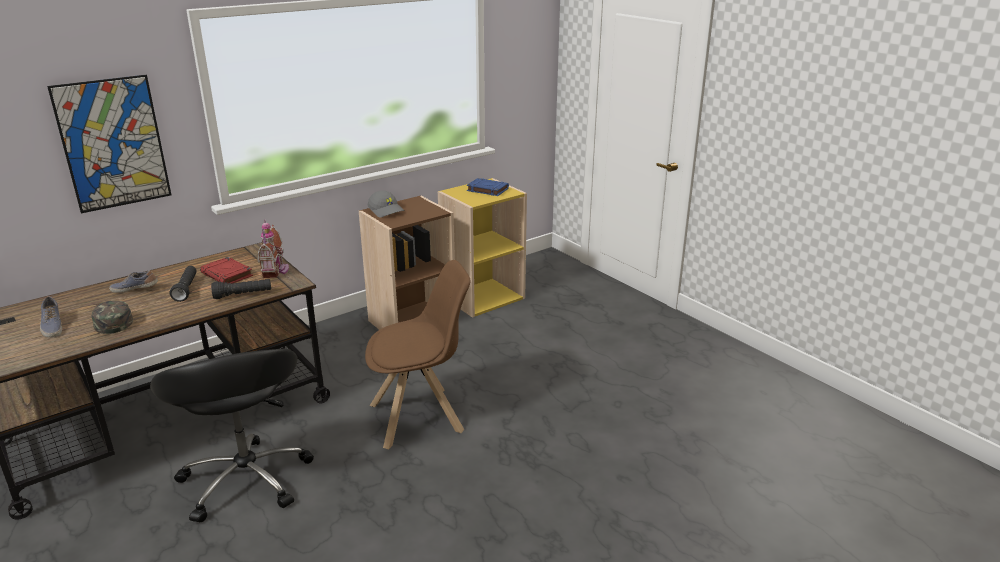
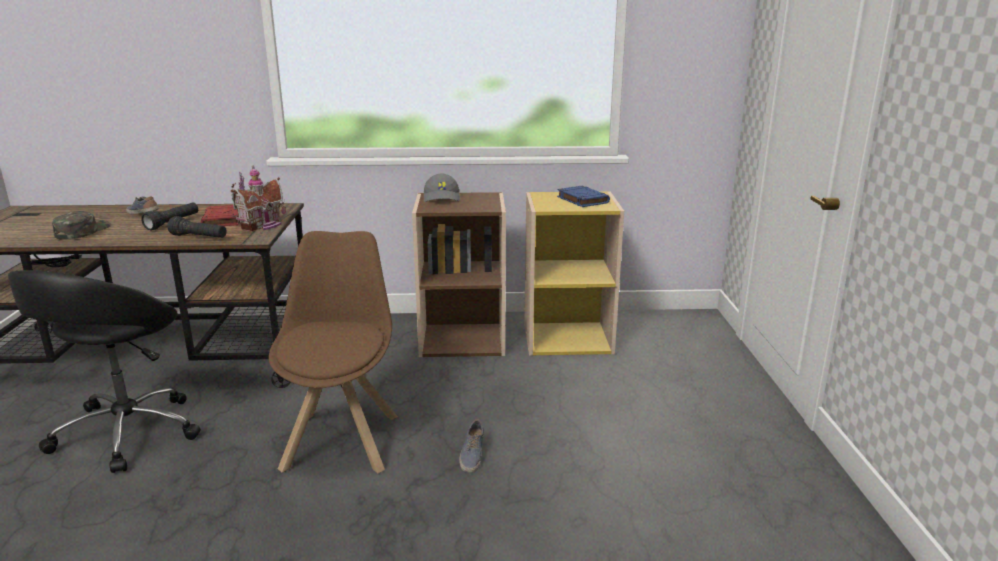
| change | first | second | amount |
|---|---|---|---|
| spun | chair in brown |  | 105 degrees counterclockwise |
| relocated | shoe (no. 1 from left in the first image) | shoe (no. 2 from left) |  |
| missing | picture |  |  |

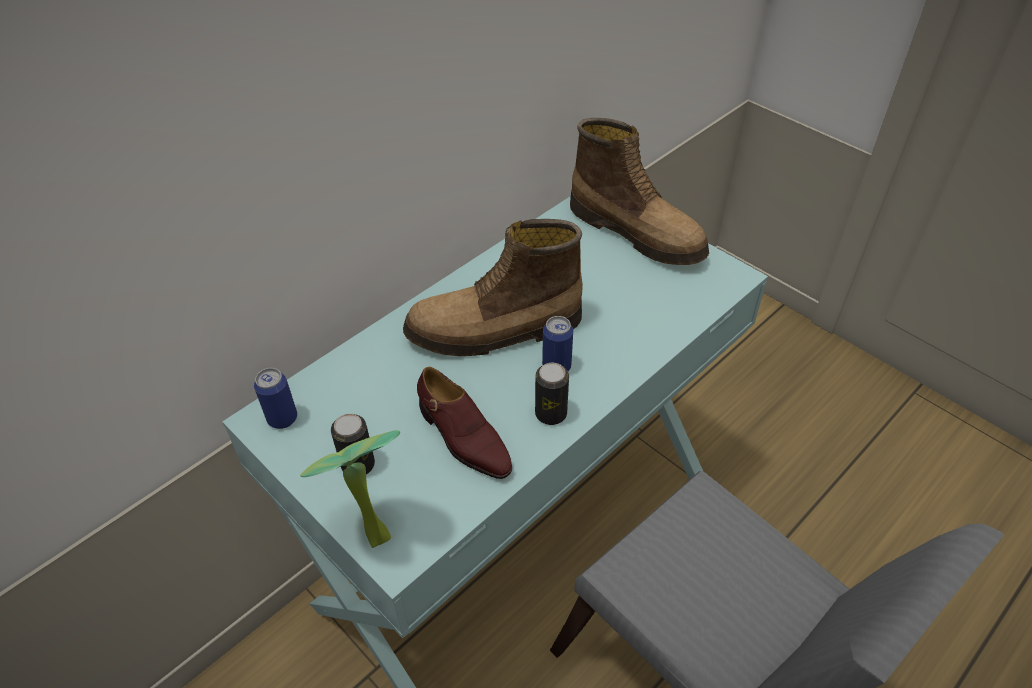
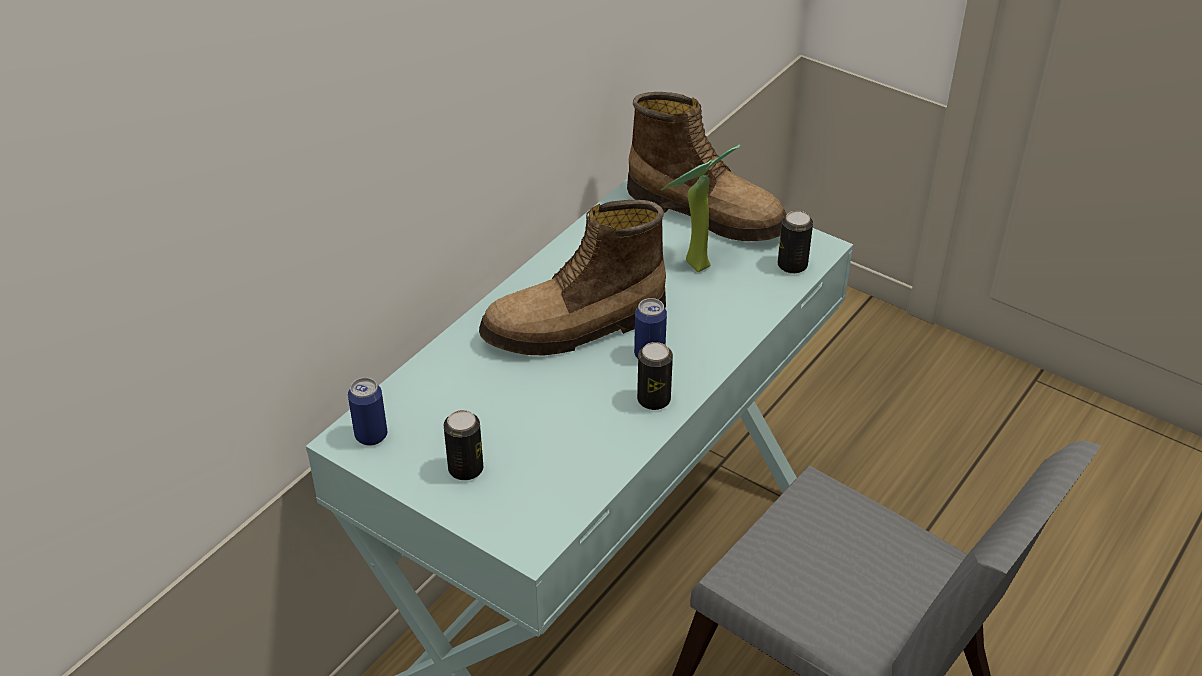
| change | first | second | amount |
|---|---|---|---|
| relocated | potted plant |  |  |
| appeared |  | can (no. 5 from left) |  |
| missing | shoe in brown |  |  |

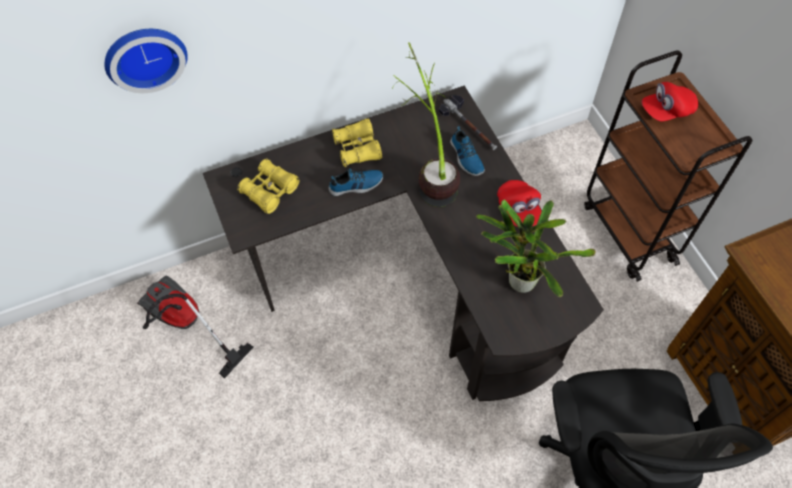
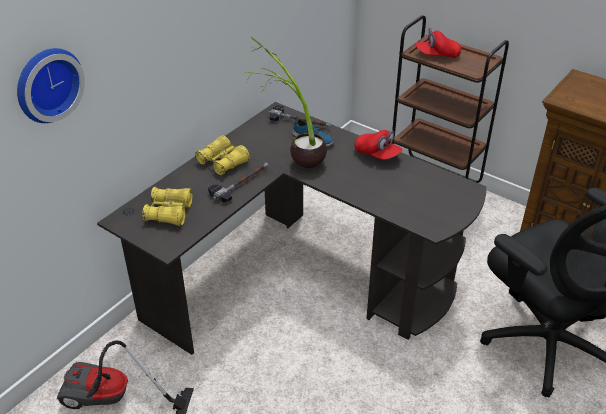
| change | first | second | amount |
|---|---|---|---|
| exchanged | shoe (no. 1 from left) | hammer (no. 1 from left) |  |
| spun | cap in red (no. 2 from left) |  | 45 degrees clockwise |
| missing | potted plant (no. 2 from left) |  |  |

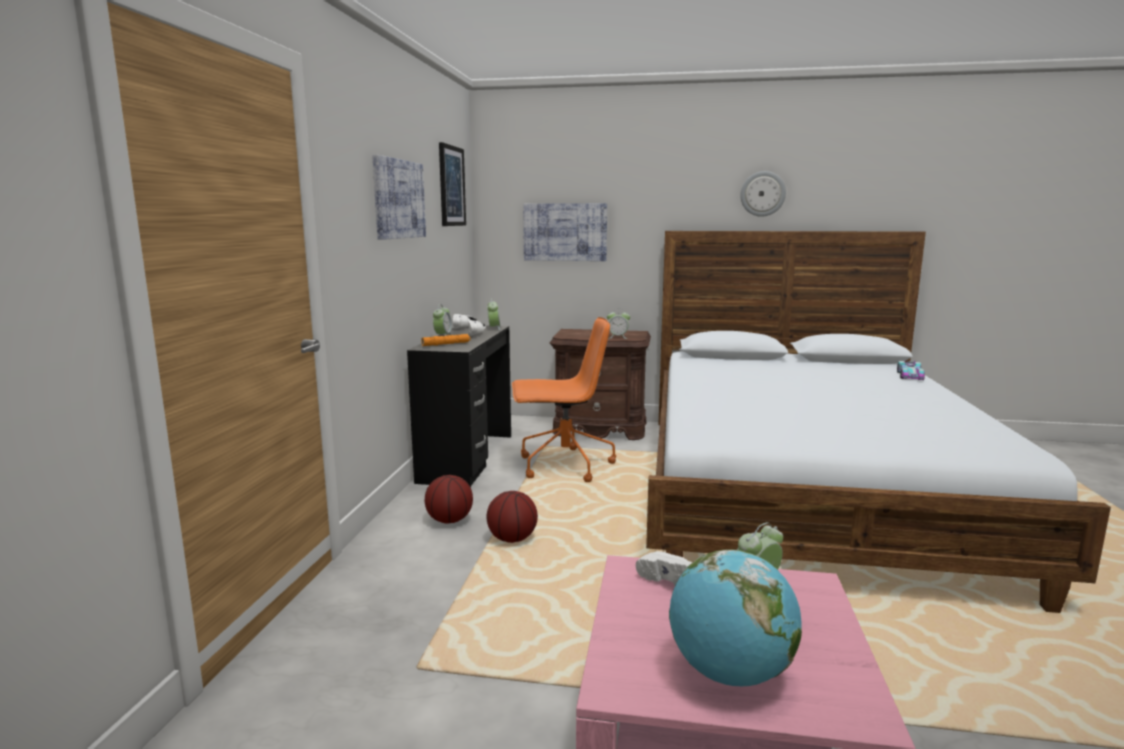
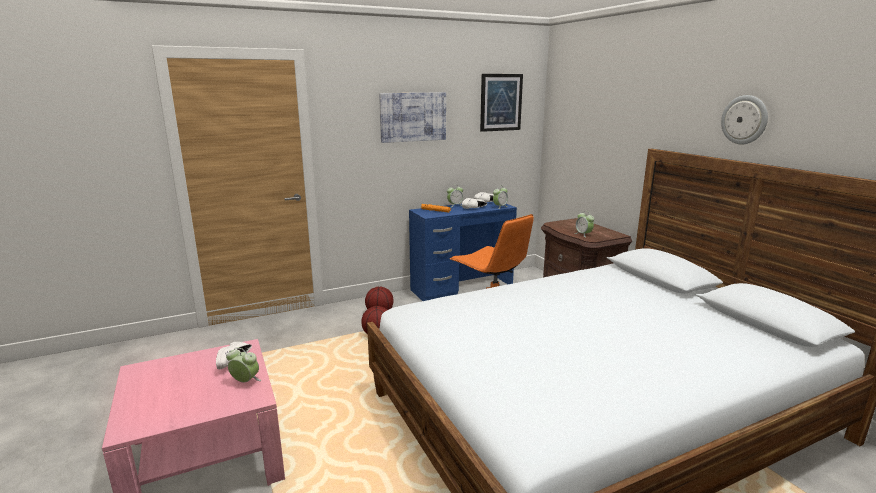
| change | first | second | amount |
|---|---|---|---|
| colour | desk in black | desk in blue |  |
| missing | picture (no. 3 from left) |  |  |
| missing | globe |  |  |
| missing | toy car |  |  |

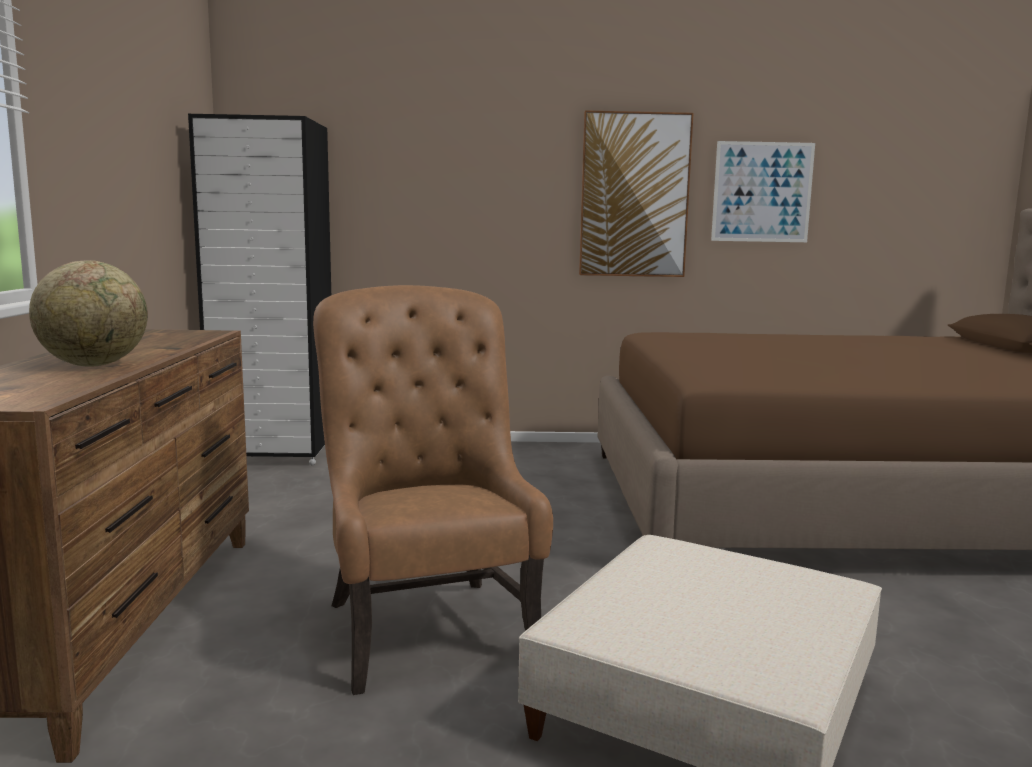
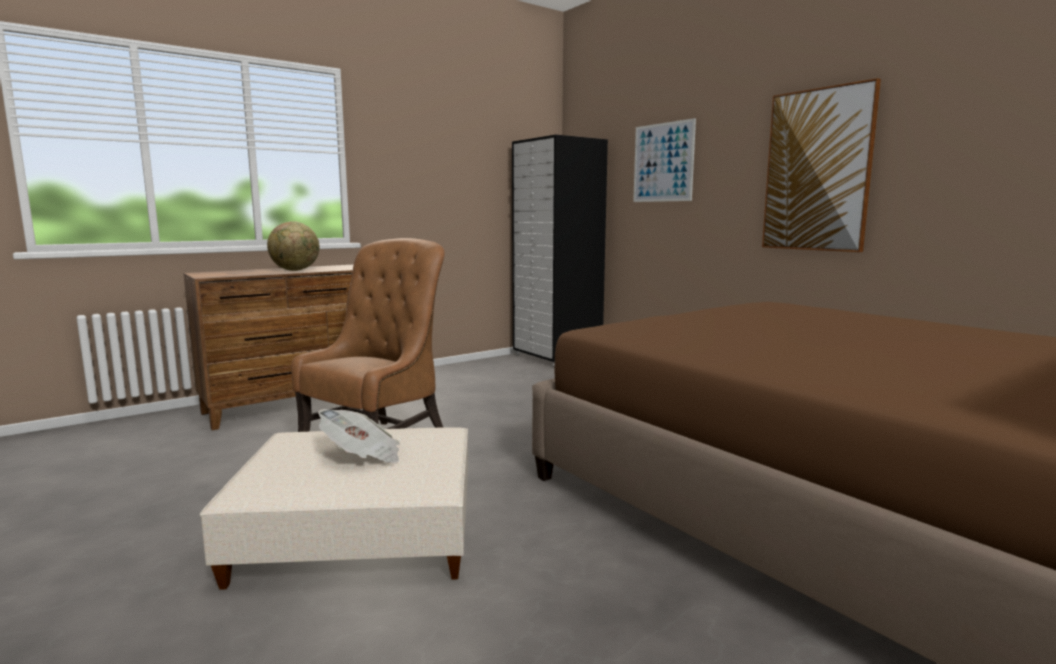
| change | first | second | amount |
|---|---|---|---|
| appeared |  | newspaper |  |
| relocated | picture (no. 2 from left in the first image) | picture (no. 1 from left) |  |

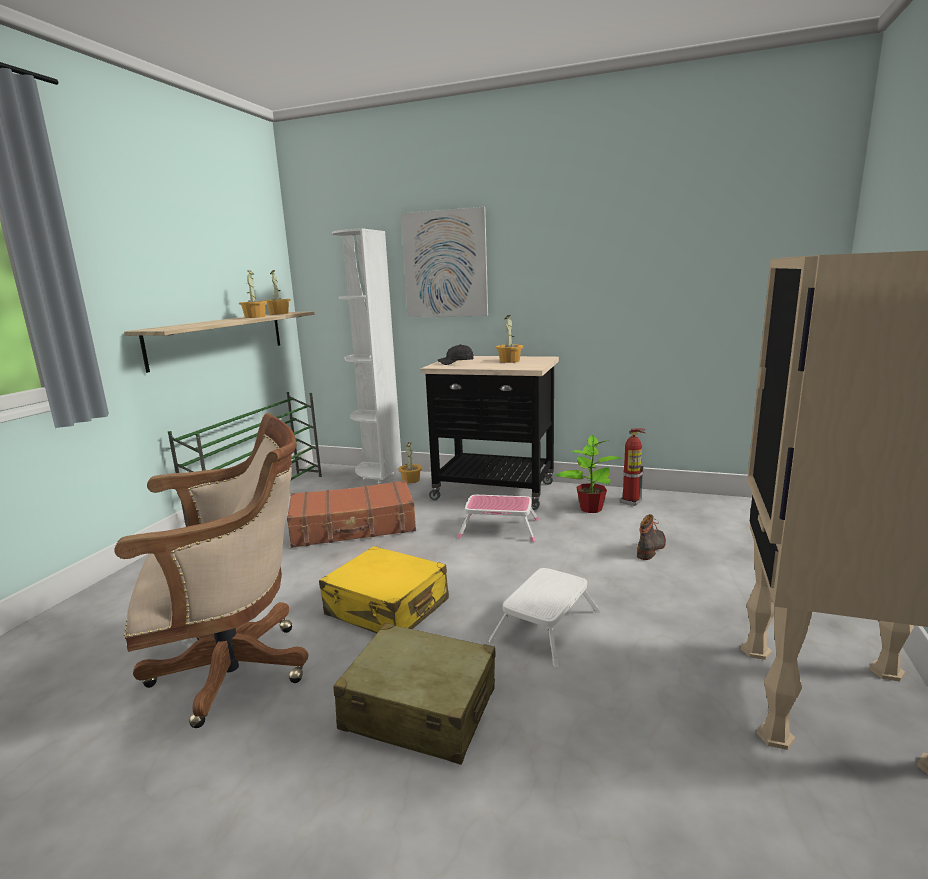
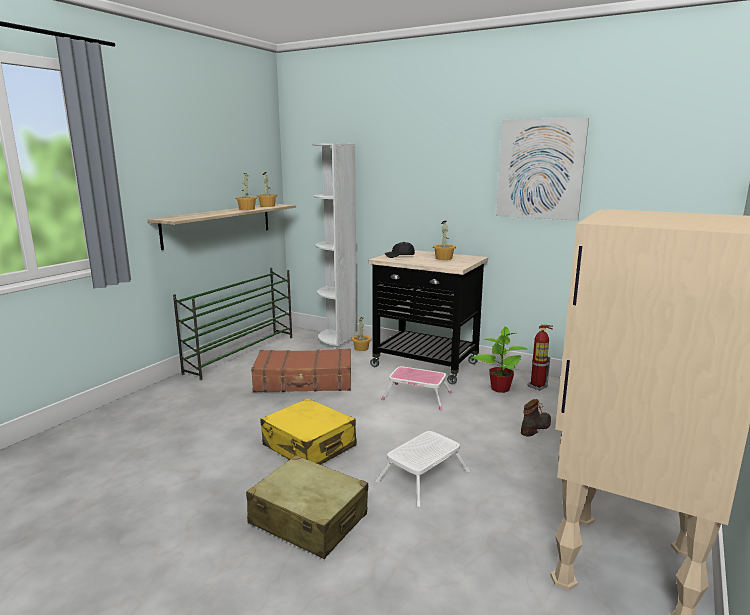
| change | first | second | amount |
|---|---|---|---|
| relocated | picture |  |  |
| missing | office chair |  |  |

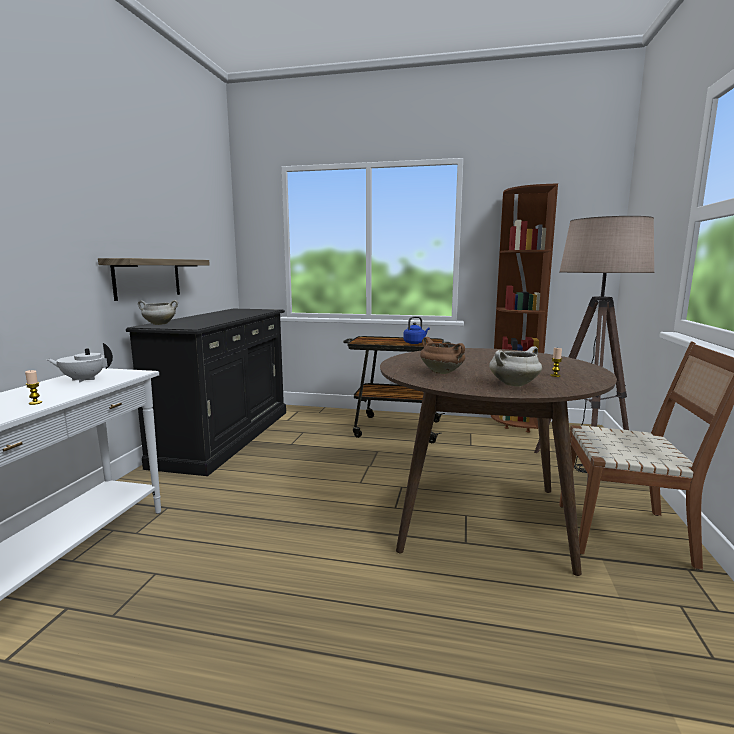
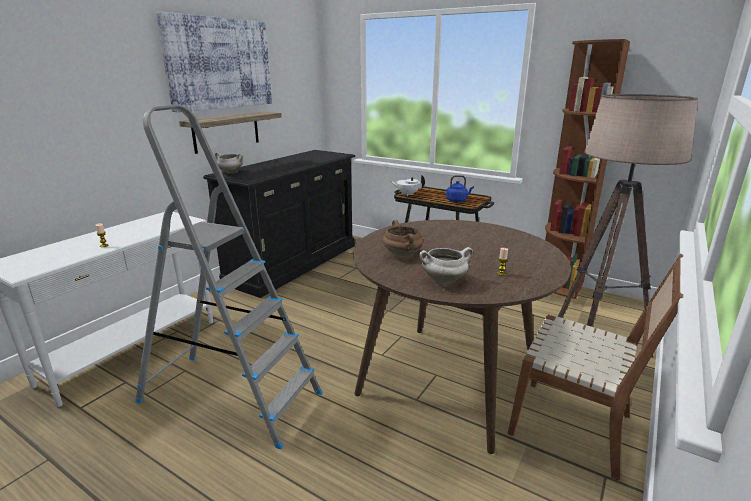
| change | first | second | amount |
|---|---|---|---|
| appeared |  | step ladder in grey |  |
| appeared |  | picture |  |
| relocated | teapot in white |  |  |

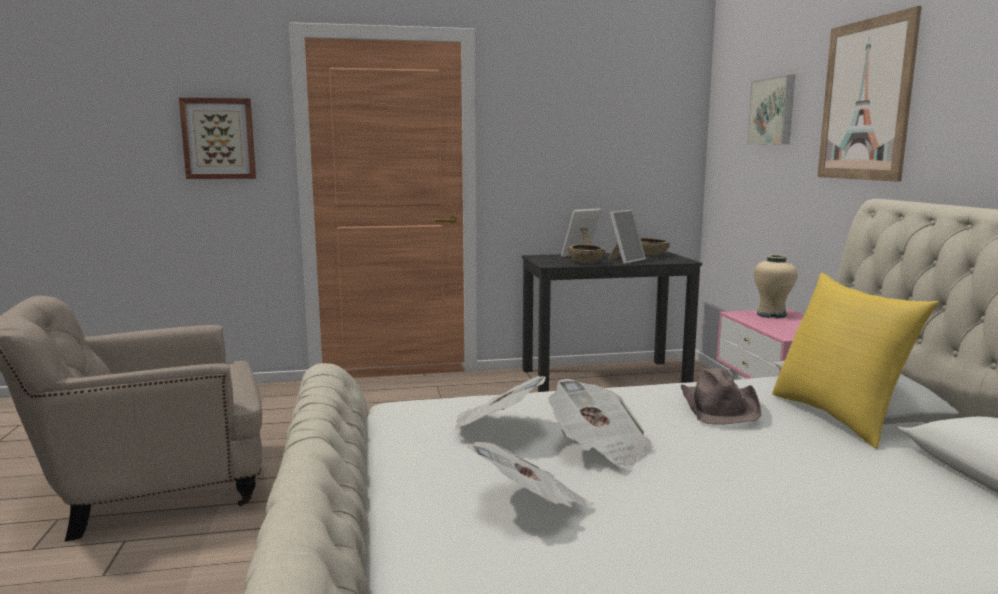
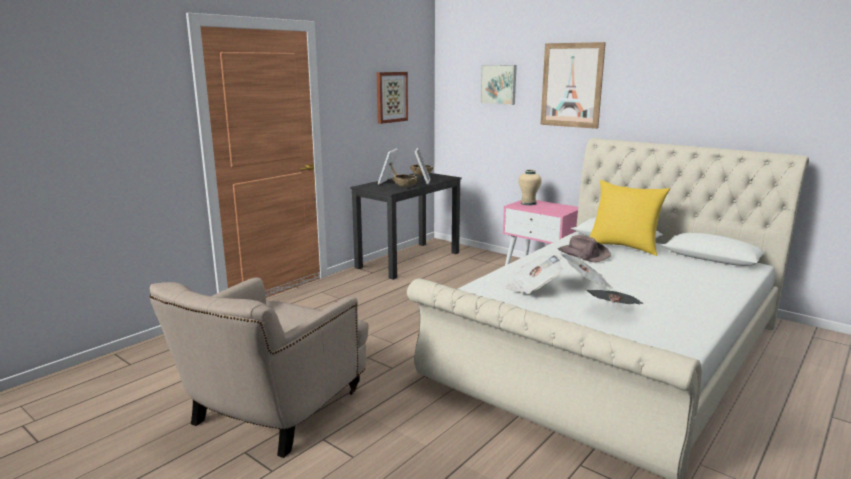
| change | first | second | amount |
|---|---|---|---|
| relocated | picture (no. 1 from left) |  |  |

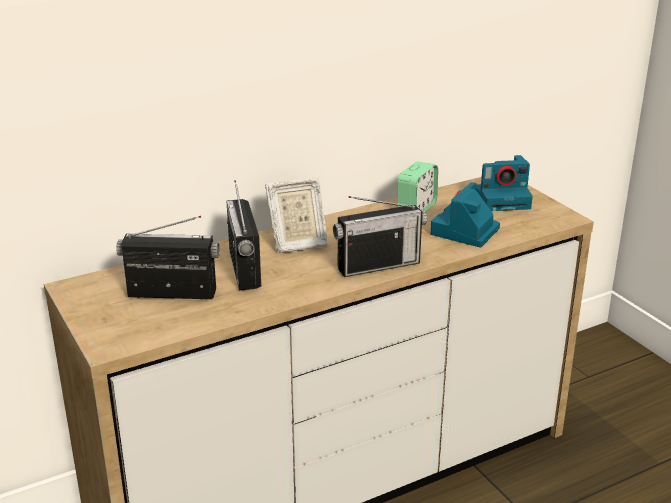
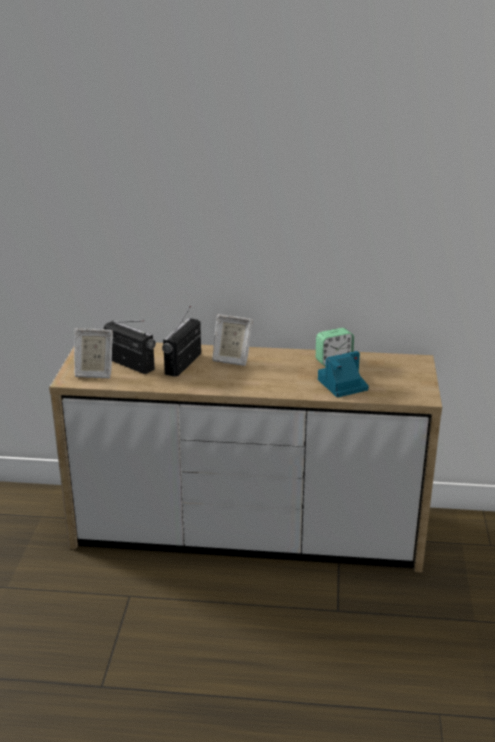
| change | first | second | amount |
|---|---|---|---|
| appeared |  | picture frame (no. 1 from left) |  |
| missing | radio (no. 3 from left) |  |  |
| missing | photo camera (no. 2 from left) |  |  |

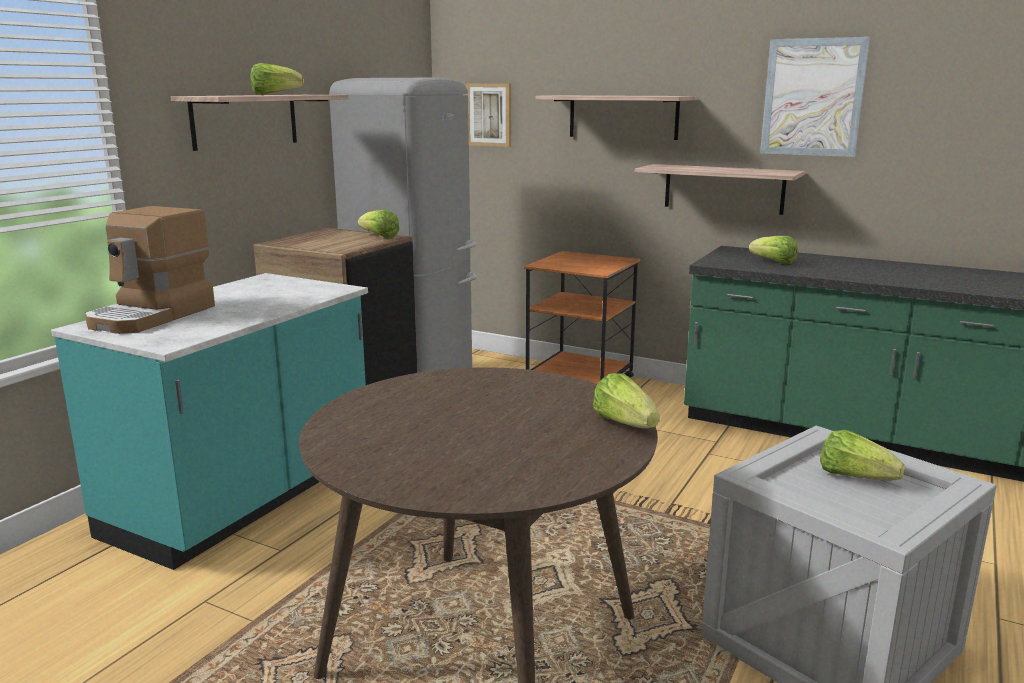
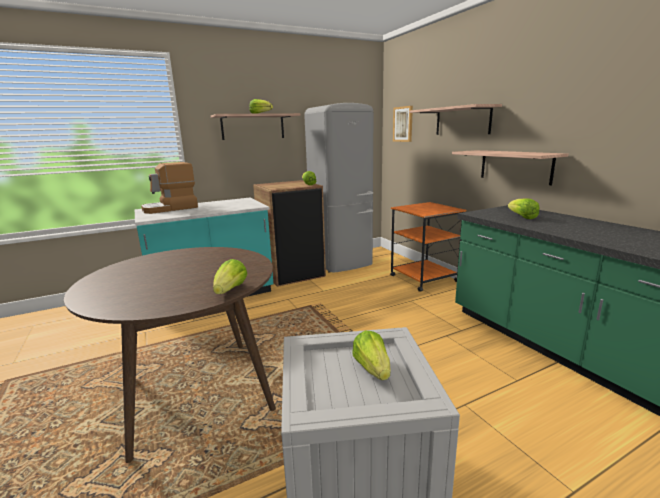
| change | first | second | amount |
|---|---|---|---|
| missing | picture (no. 2 from left) |  |  |

